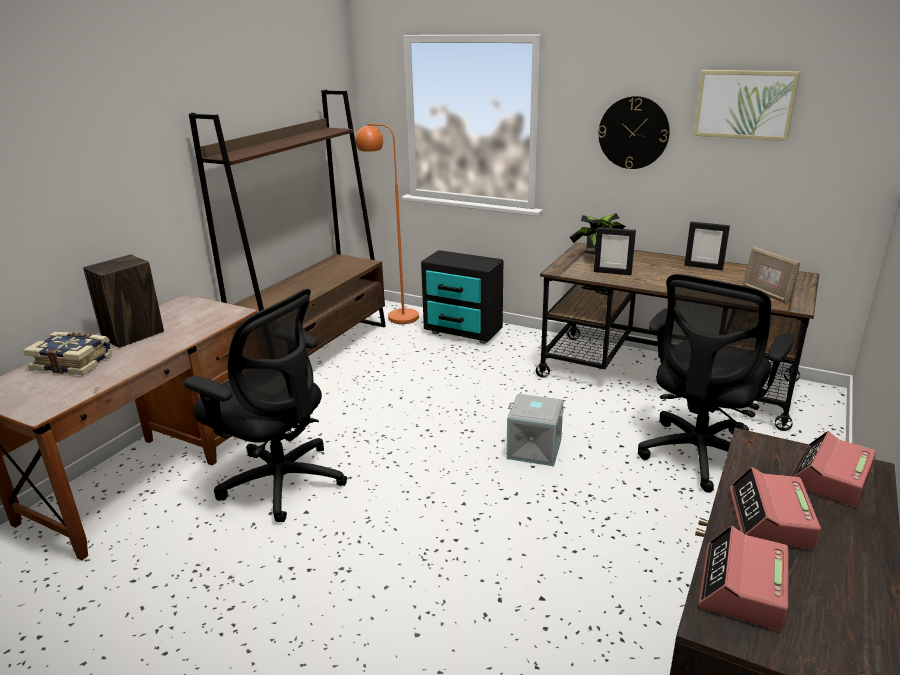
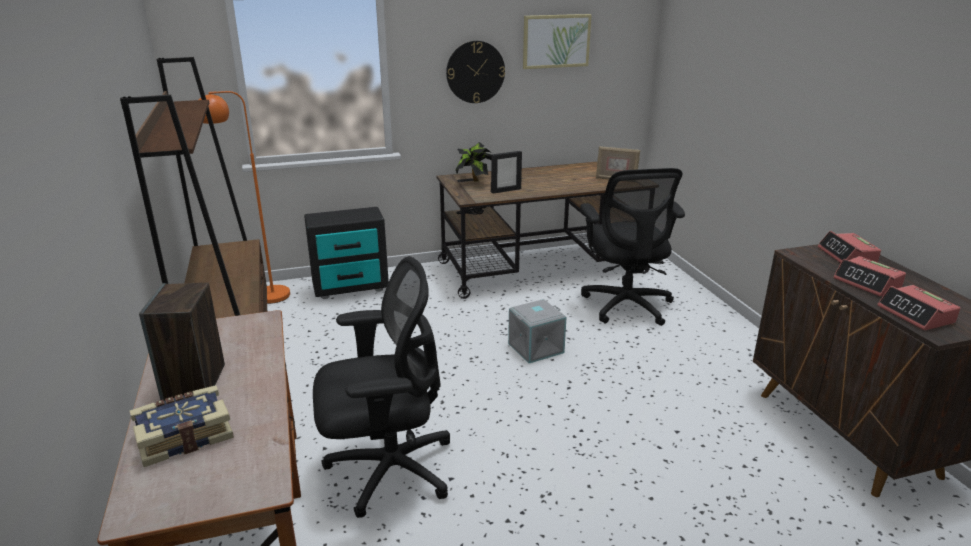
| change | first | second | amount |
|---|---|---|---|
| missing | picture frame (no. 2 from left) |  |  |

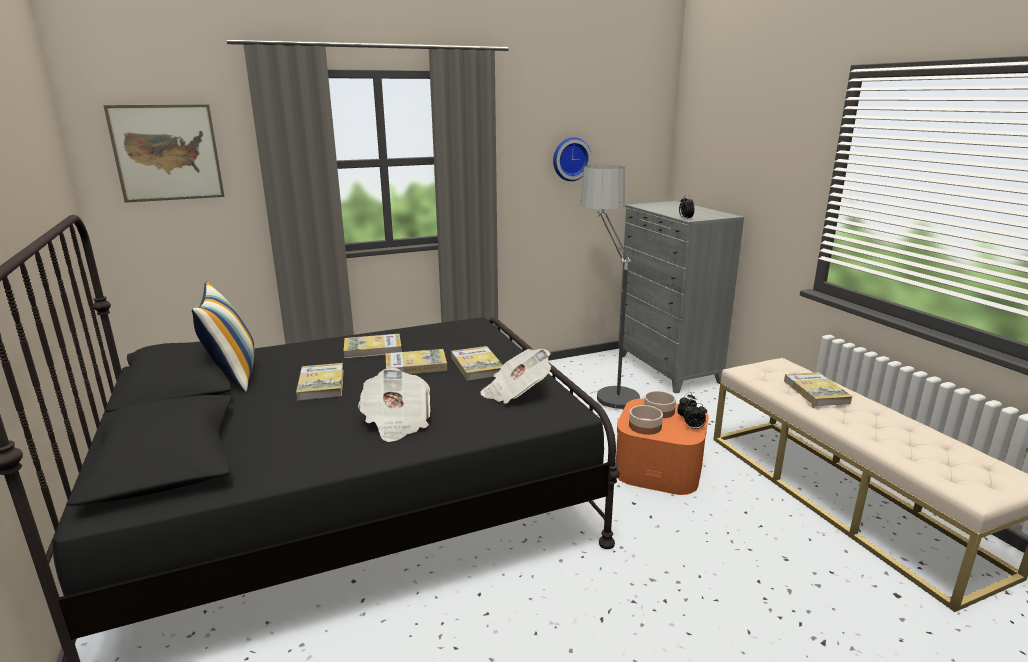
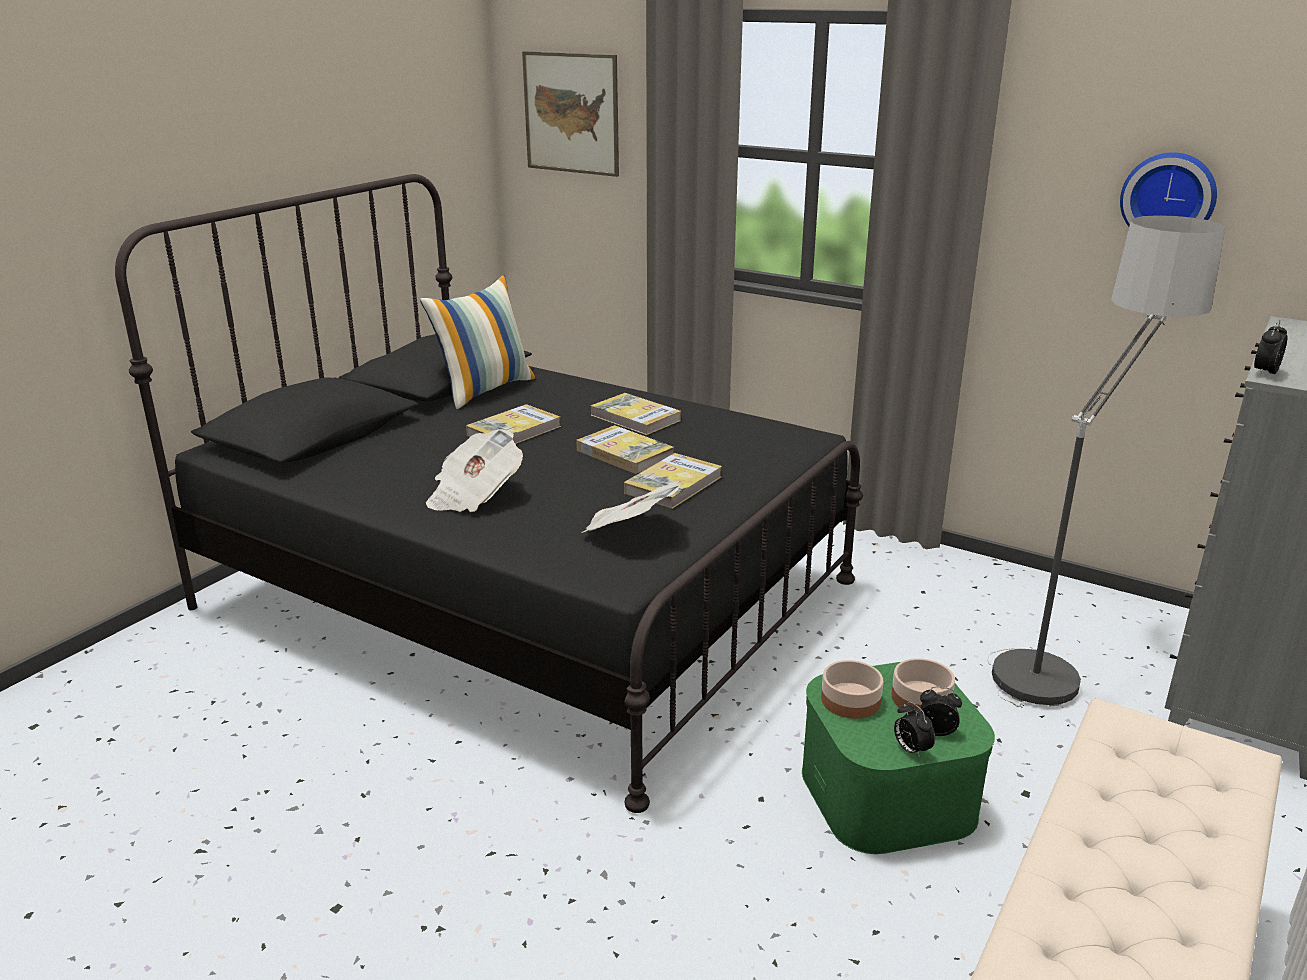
| change | first | second | amount |
|---|---|---|---|
| colour | storage box in orange | storage box in green |  |
| missing | book (no. 5 from left) |  |  |

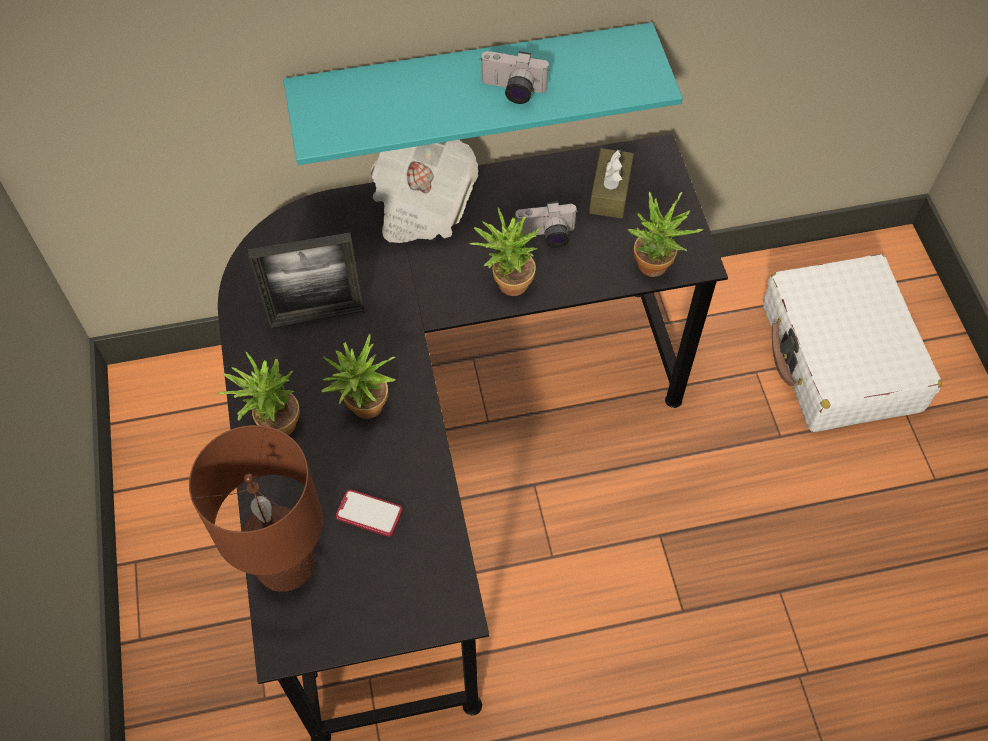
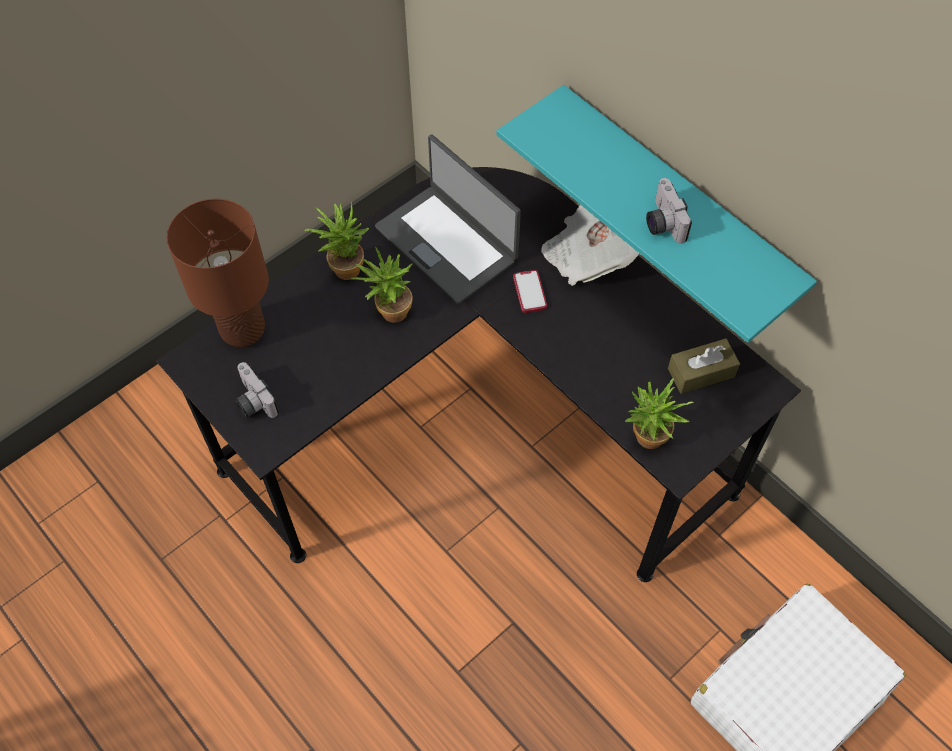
| change | first | second | amount |
|---|---|---|---|
| relocated | photo camera (no. 2 from left in the first image) | photo camera (no. 1 from left) |  |
| exchanged | picture frame | laptop |  |
| relocated | phone |  |  |
| missing | potted plant (no. 3 from left) |  |  |

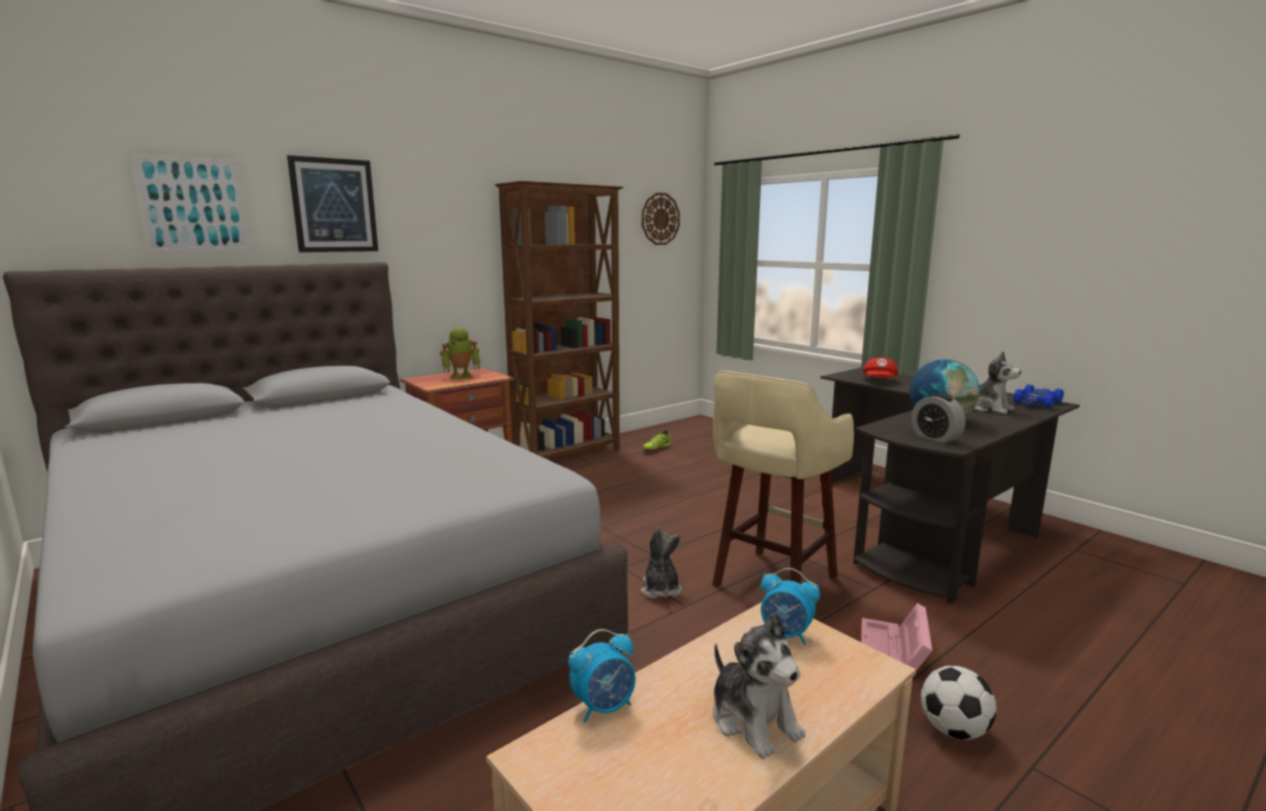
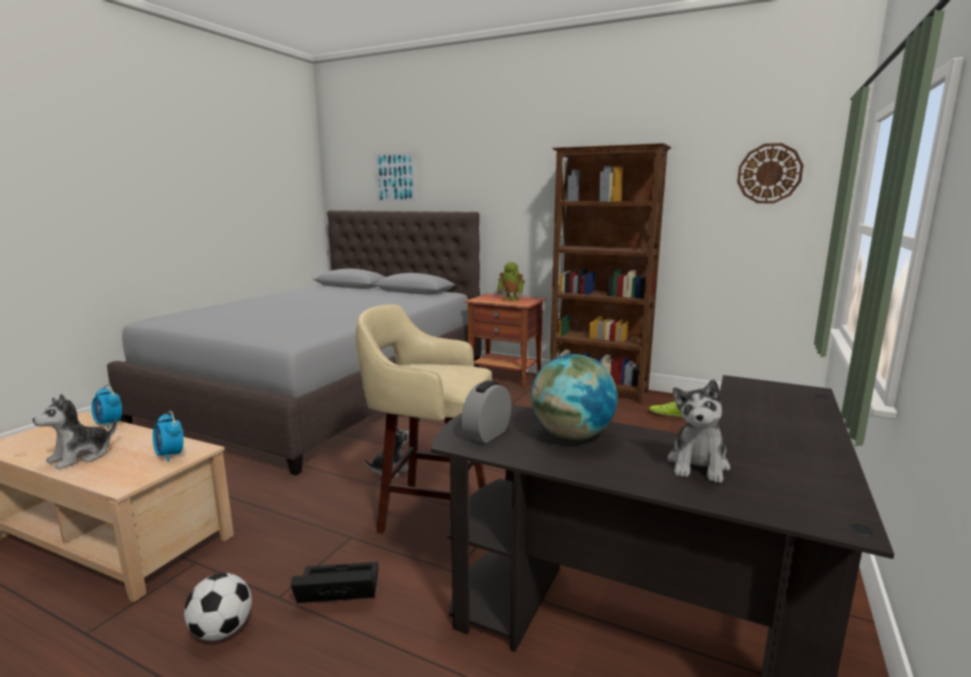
| change | first | second | amount |
|---|---|---|---|
| spun | alarm clock (no. 2 from left) |  | 45 degrees counterclockwise |
| colour | storage box in pink | storage box in black |  |
| missing | picture (no. 2 from left) |  |  |
| missing | cap in red |  |  |
| missing | toy car in blue |  |  |

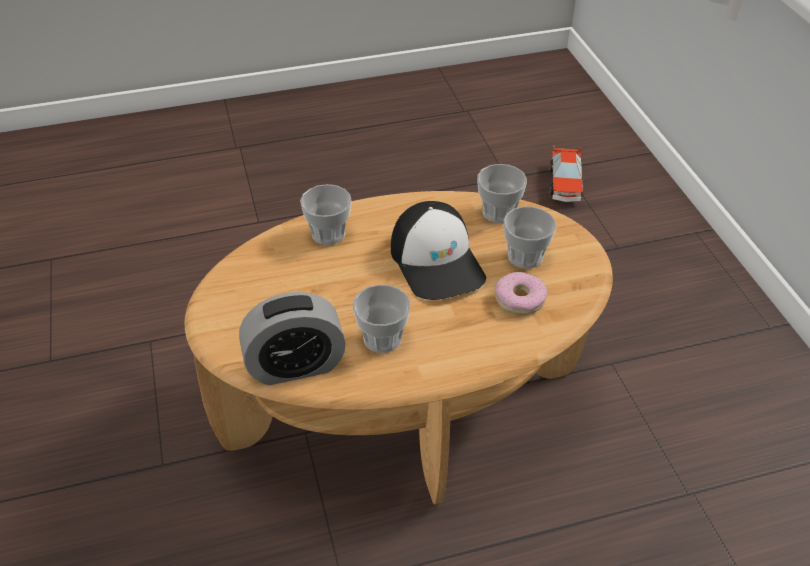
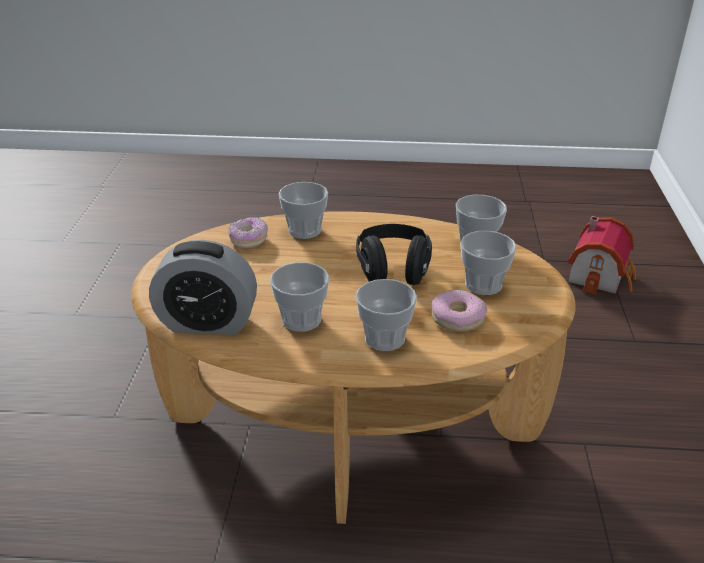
| change | first | second | amount |
|---|---|---|---|
| appeared |  | donut (no. 1 from left) |  |
| exchanged | cap | headphones in black |  |
| appeared |  | cup (no. 3 from left) |  |
| exchanged | toy car | toy house |  |

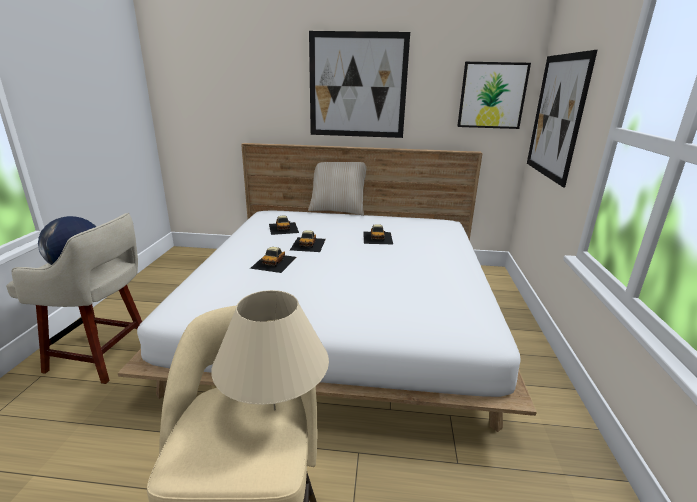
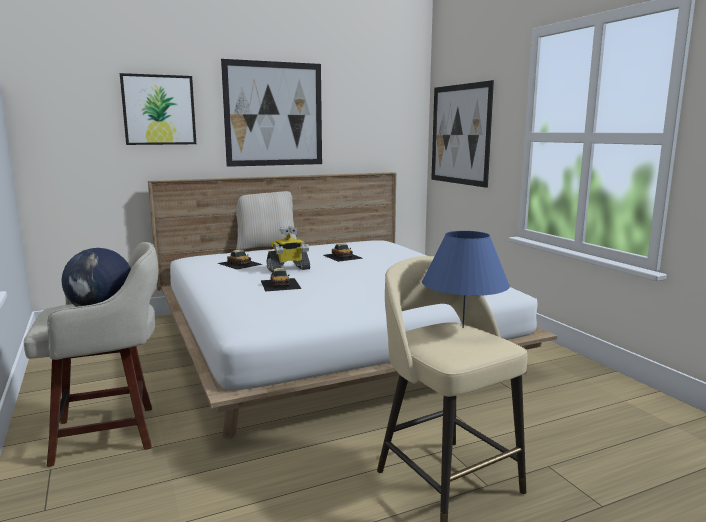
| change | first | second | amount |
|---|---|---|---|
| relocated | picture (no. 2 from left in the first image) | picture (no. 1 from left) |  |
| exchanged | toy car (no. 3 from left) | toy robot |  |
| colour | table lamp in beige | table lamp in blue |  |

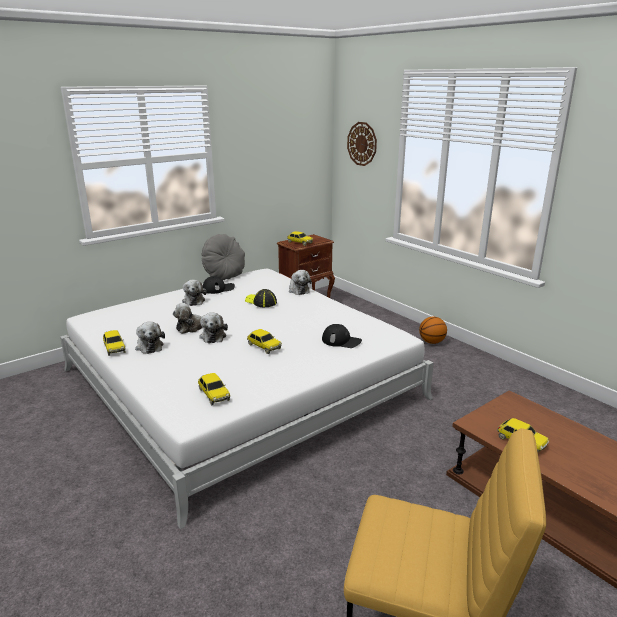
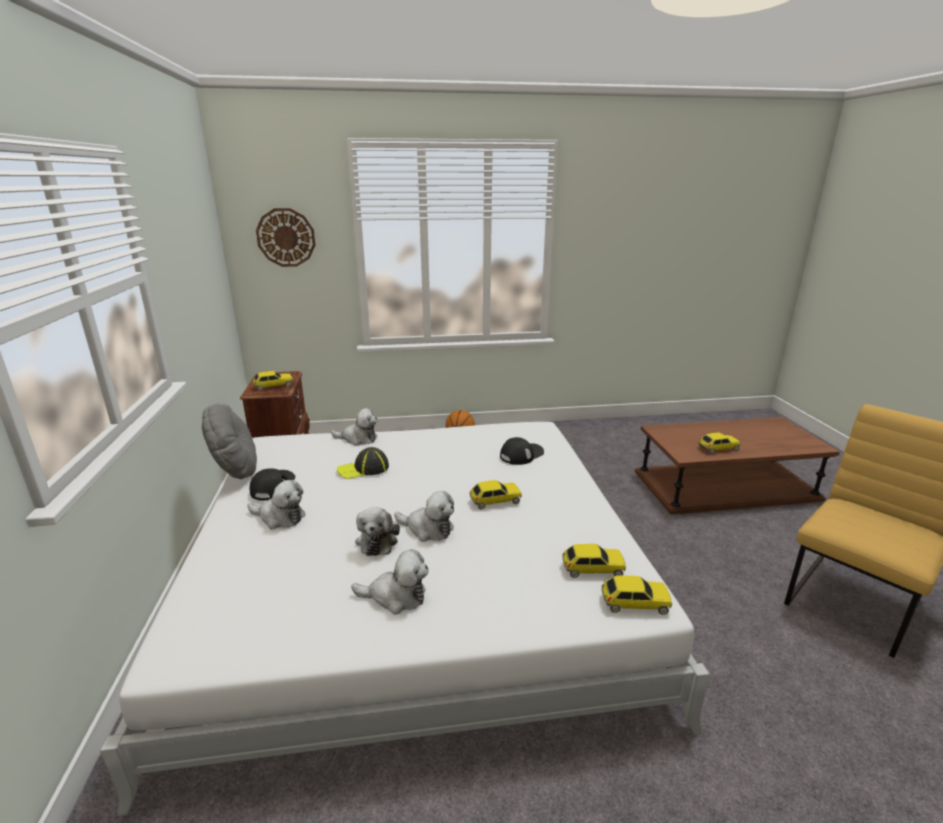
| change | first | second | amount |
|---|---|---|---|
| relocated | toy car (no. 1 from left in the first image) | toy car (no. 4 from left) |  |

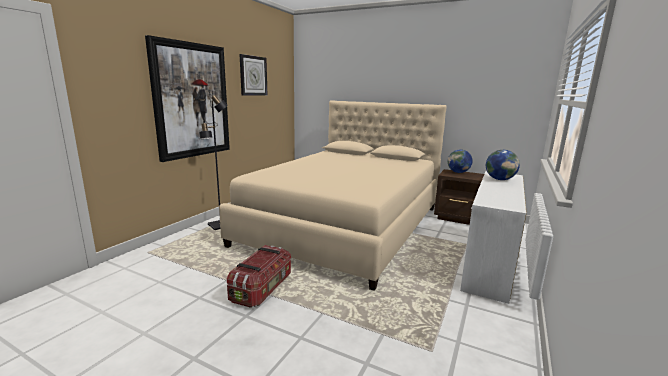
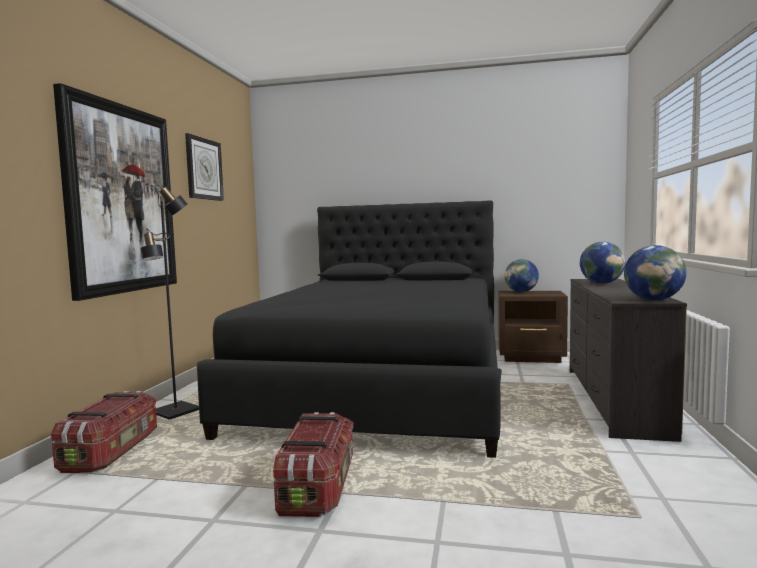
| change | first | second | amount |
|---|---|---|---|
| appeared |  | storage box (no. 1 from left) |  |
| colour | bed in beige | bed in black |  |
| colour | dresser in white | dresser in black |  |
| appeared |  | globe (no. 3 from left) |  |

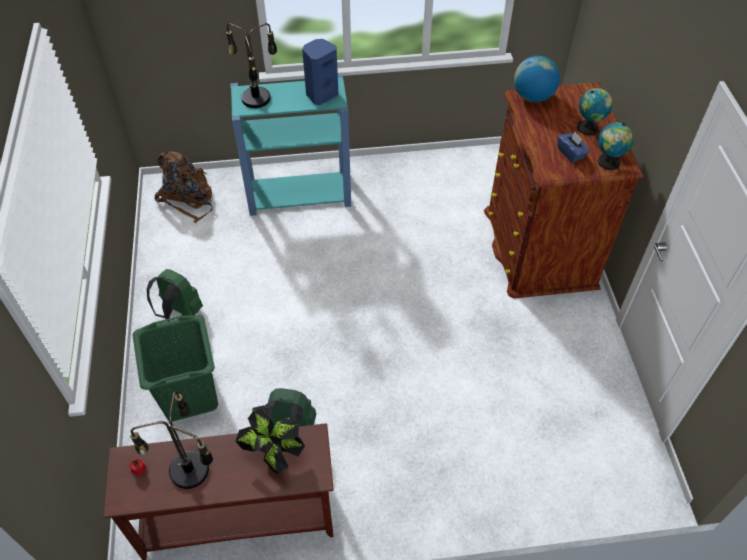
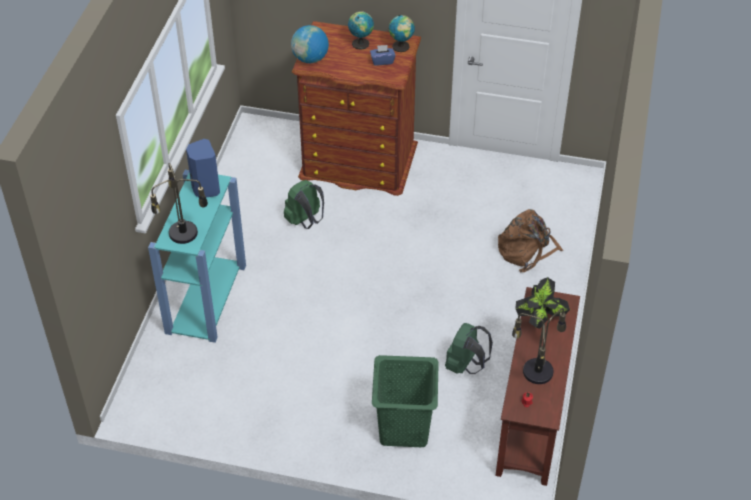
| change | first | second | amount |
|---|---|---|---|
| relocated | backpack in green (no. 1 from left) |  |  |
| relocated | backpack in brown |  |  |

